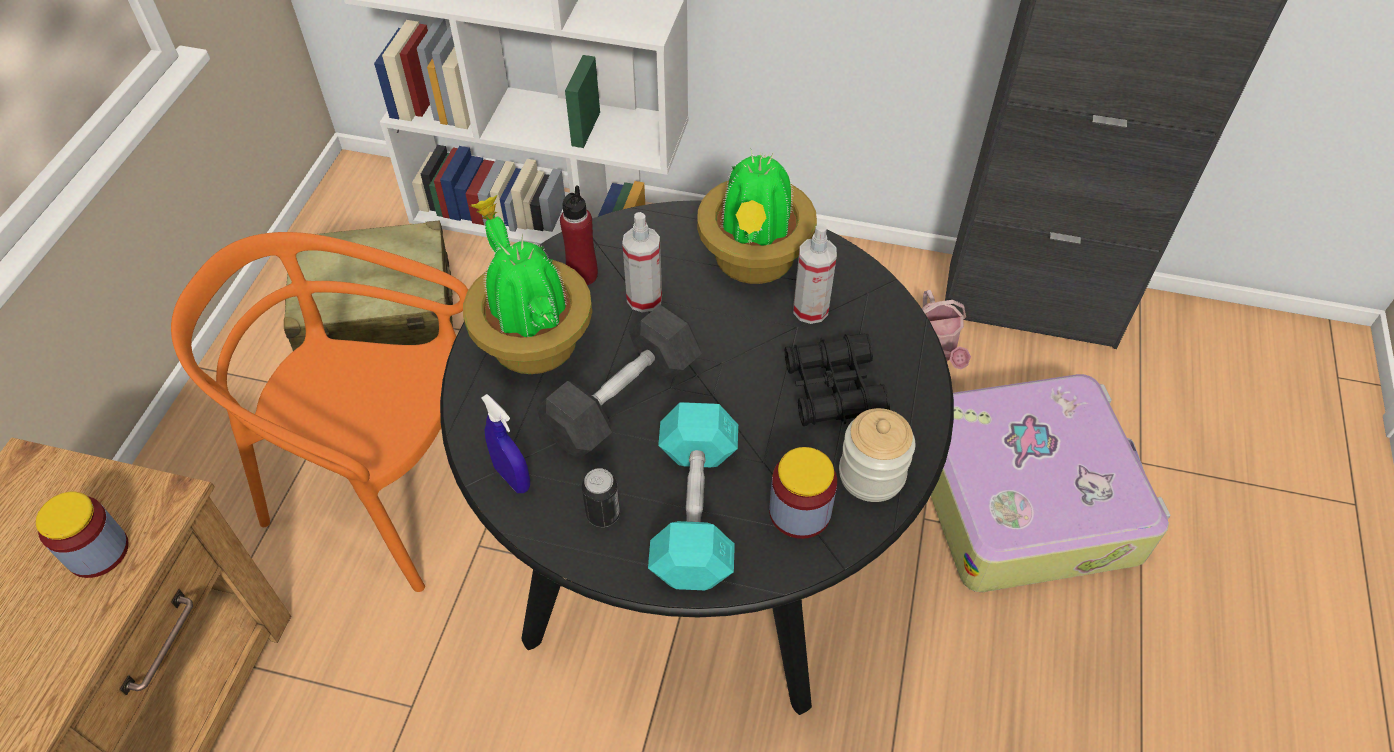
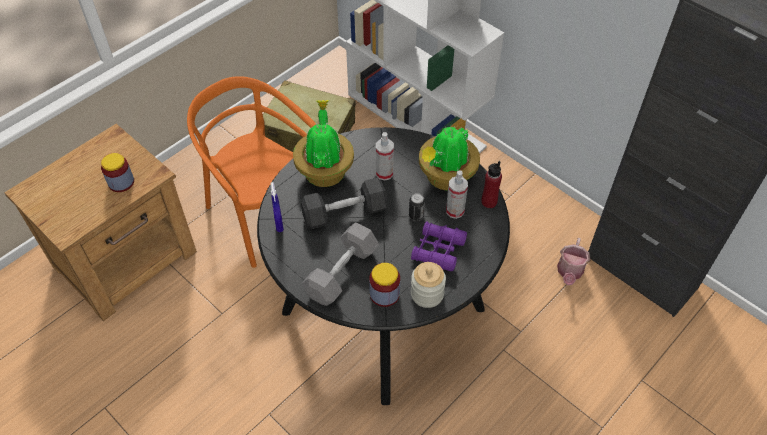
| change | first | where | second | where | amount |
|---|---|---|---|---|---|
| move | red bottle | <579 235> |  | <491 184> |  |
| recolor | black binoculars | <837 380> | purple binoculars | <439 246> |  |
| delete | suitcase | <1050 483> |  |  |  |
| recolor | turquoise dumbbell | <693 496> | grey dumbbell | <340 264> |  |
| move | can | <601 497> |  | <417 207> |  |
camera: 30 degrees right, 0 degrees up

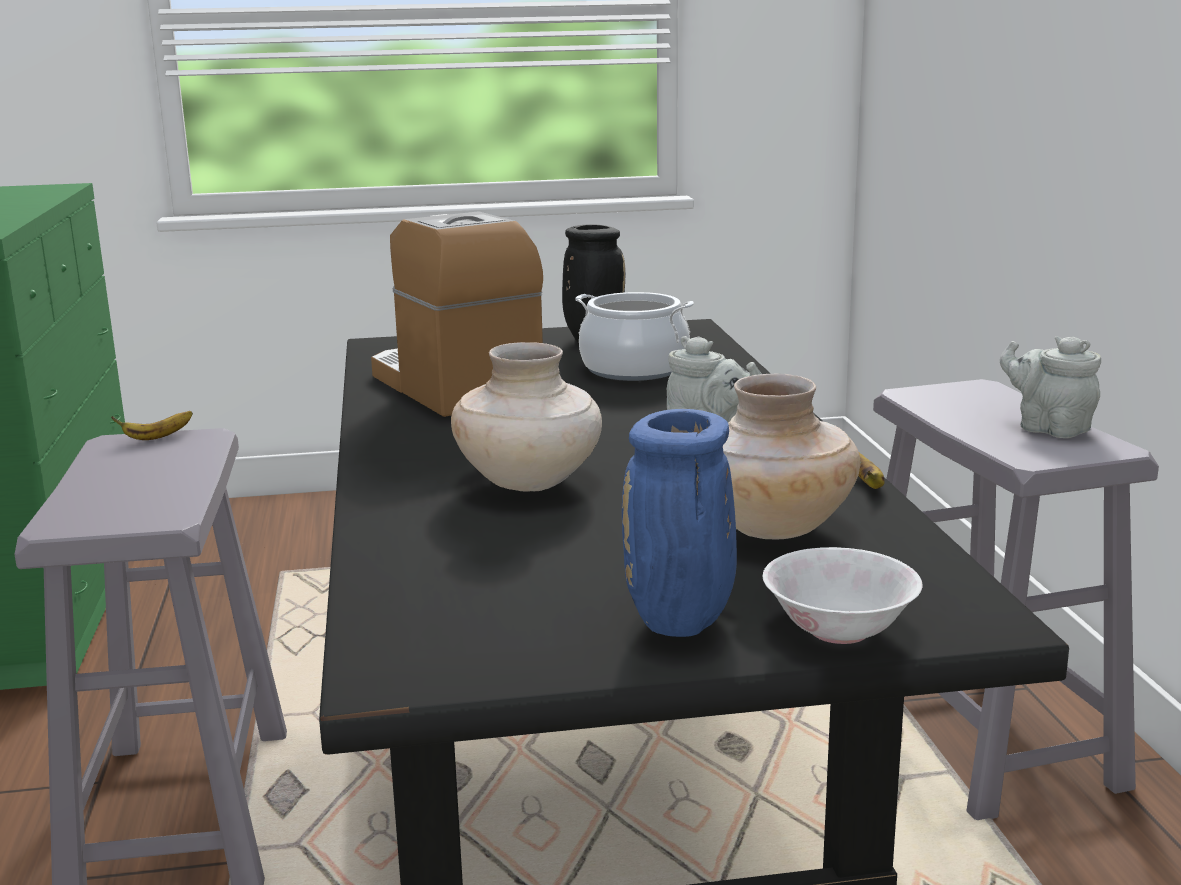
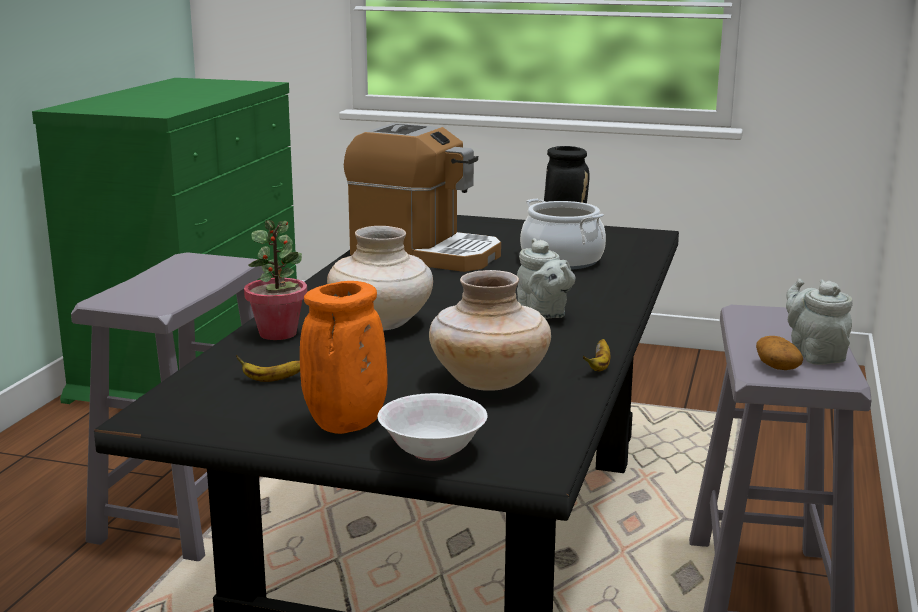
| change | first | where | second | where | amount |
|---|---|---|---|---|---|
| rotate | coffee machine | <457 314> |  | <422 197> | 120 degrees clockwise |
| recolor | blue vase | <679 523> | orange vase | <344 357> |  |
| move | banana | <152 425> |  | <268 368> |  |
| insert |  |  | potted plant | <275 280> |  |
| insert |  |  | potato | <779 353> |  |
camera: 25 degrees right, 0 degrees up

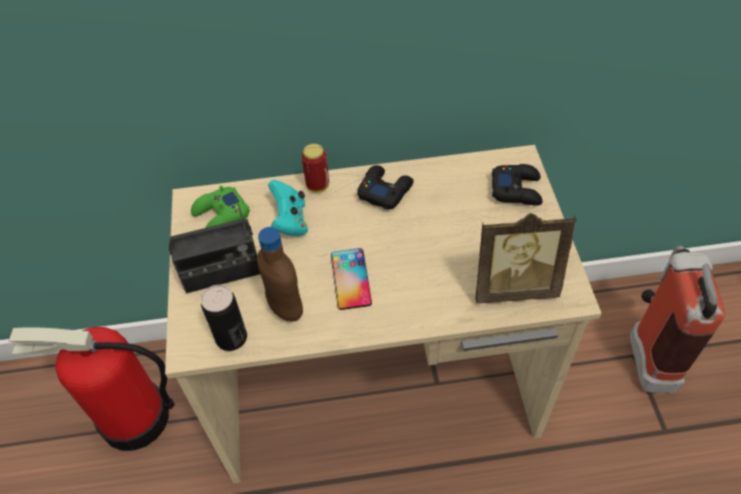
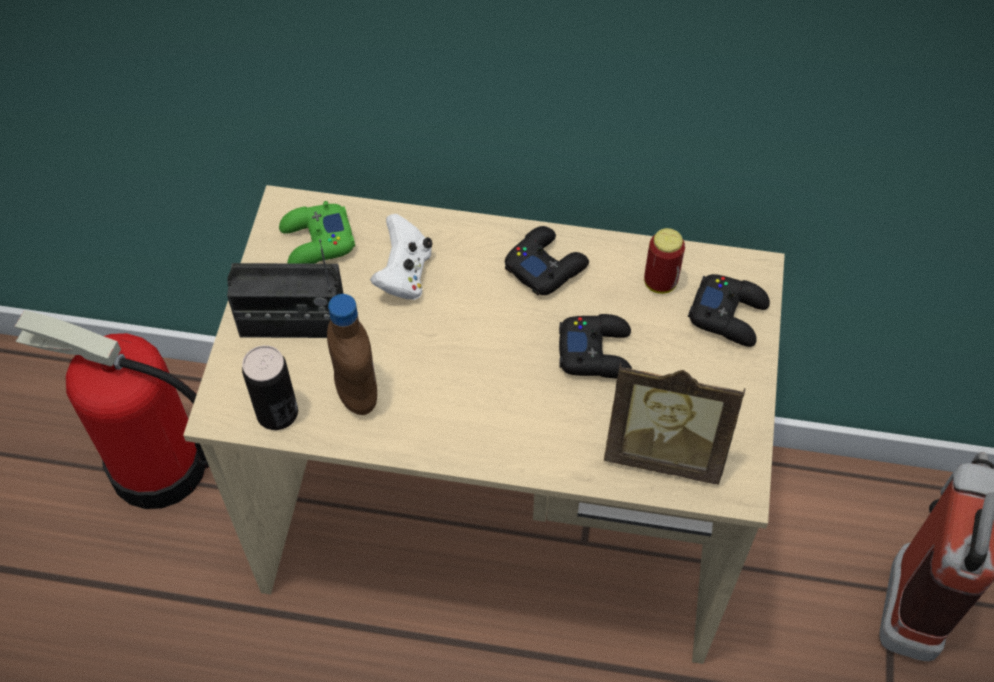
| change | first | where | second | where | amount |
|---|---|---|---|---|---|
| move | can | <315 168> |  | <664 261> |  |
| recolor | turquoise game controller | <288 208> | white game controller | <401 257> |  |
| delete | phone | <351 279> |  |  |  |
| insert |  |  | black game controller | <595 346> |  |
camera: 15 degrees right, 5 degrees up

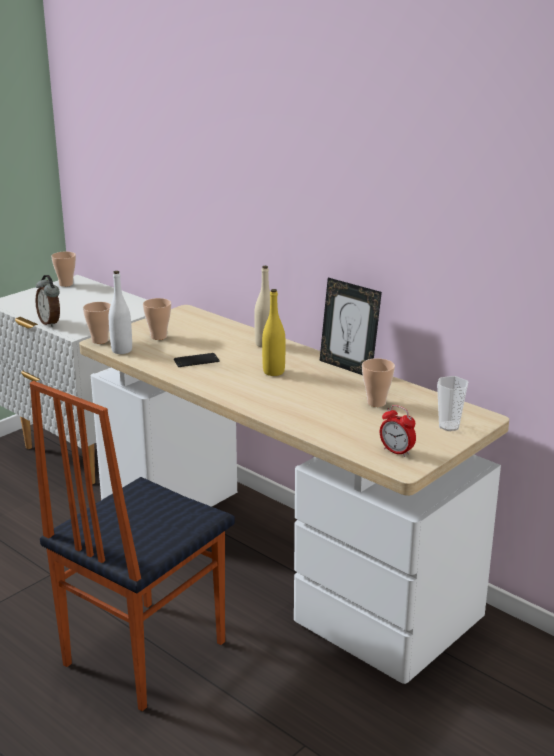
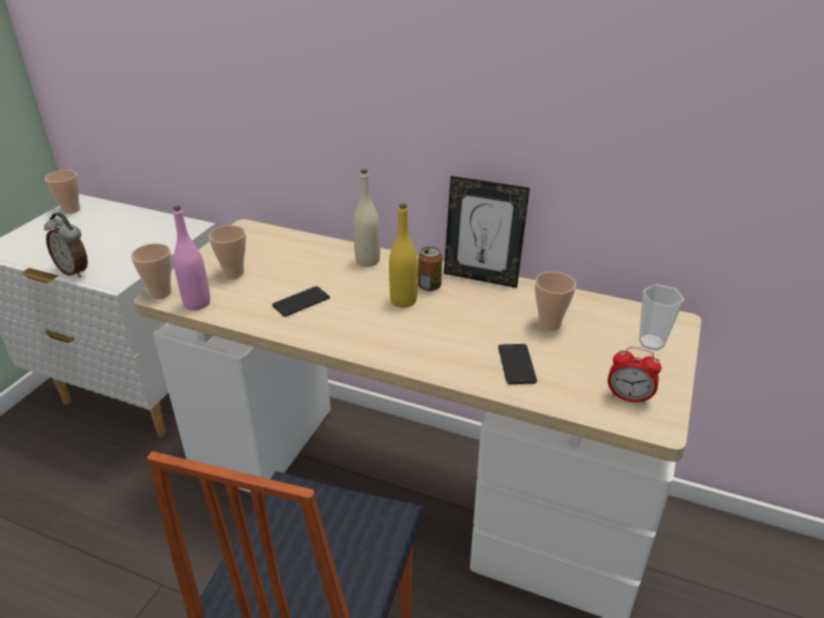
| change | first | where | second | where | amount |
|---|---|---|---|---|---|
| recolor | white bottle | <120 312> | pink bottle | <191 258> |  |
| insert |  |  | can | <430 268> |  |
| insert |  |  | phone | <517 364> |  |
camera: 20 degrees left, 10 degrees up

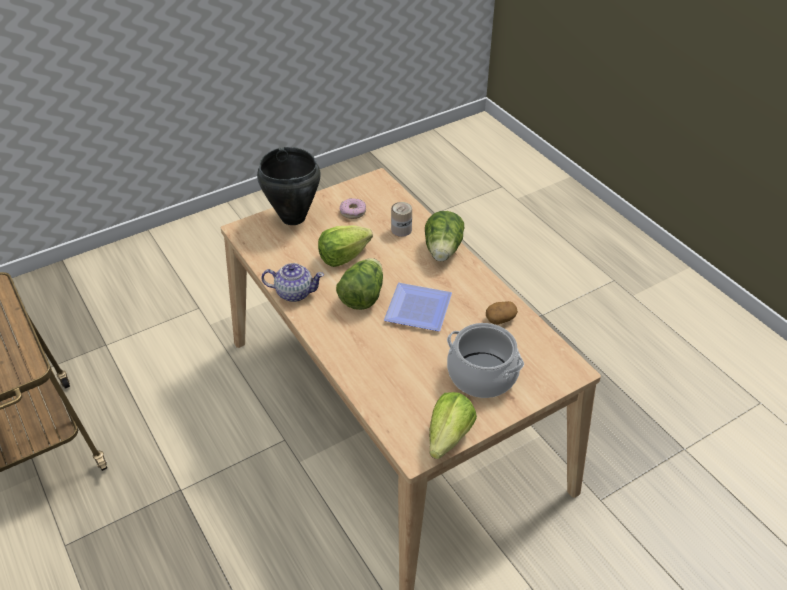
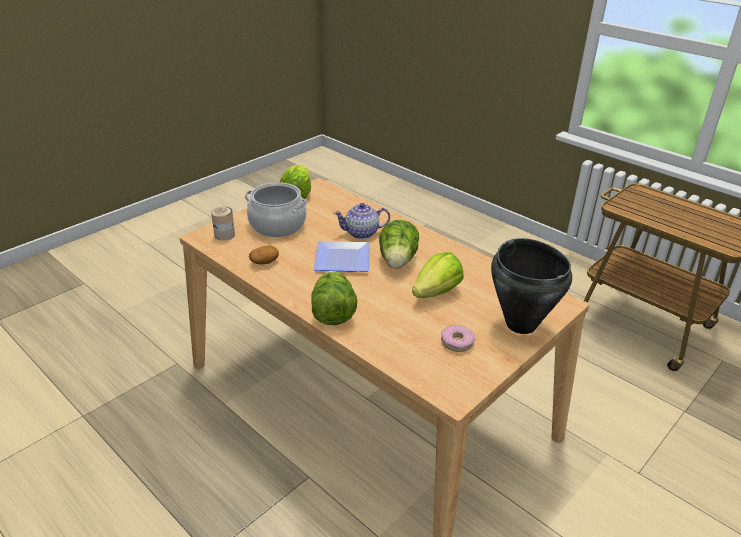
| change | first | where | second | where | amount |
|---|---|---|---|---|---|
| move | can | <401 219> |  | <223 224> |  |
| move | teapot | <292 282> |  | <361 221> |  |
camera: 165 degrees right, 10 degrees down

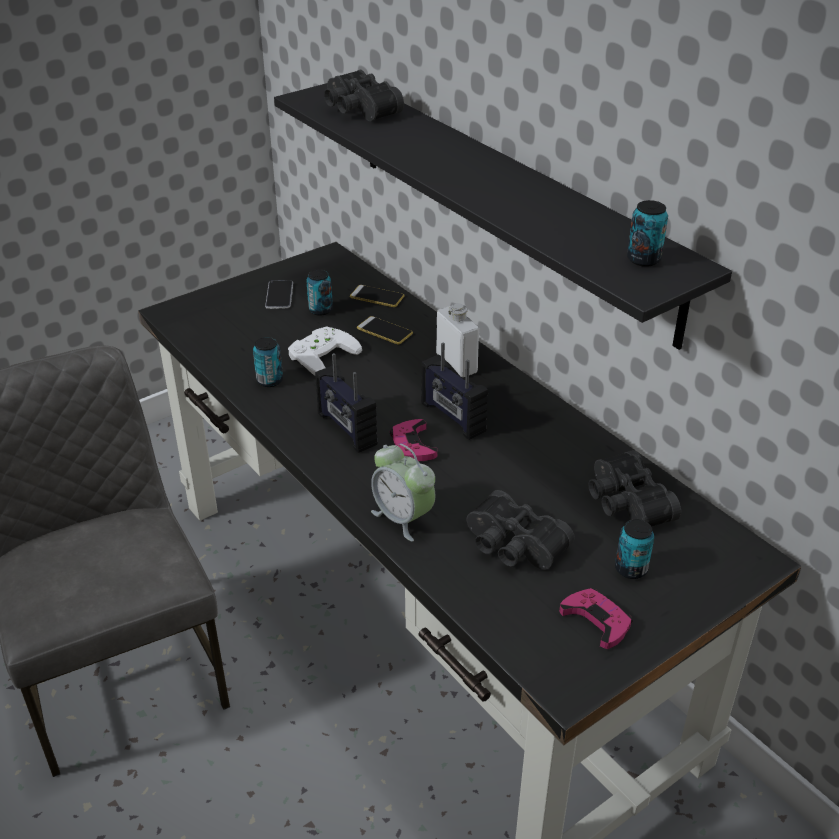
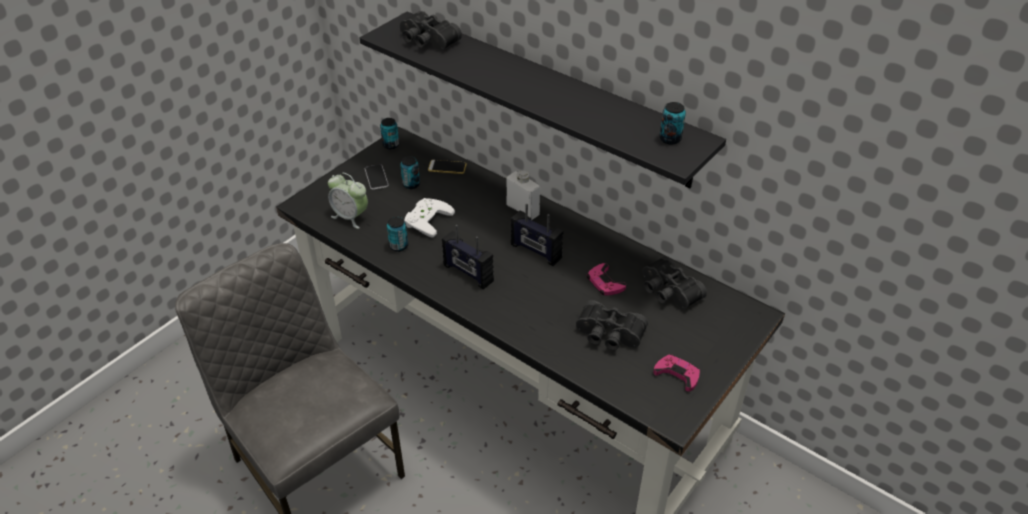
| change | first | where | second | where | amount |
|---|---|---|---|---|---|
| delete | phone | <385 330> |  |  |  |
| move | pink game controller | <413 440> |  | <606 279> |  |
| move | alarm clock | <403 493> |  | <348 201> |  |
| move | can | <634 549> |  | <389 133> |  |
camera: 15 degrees left, 5 degrees up

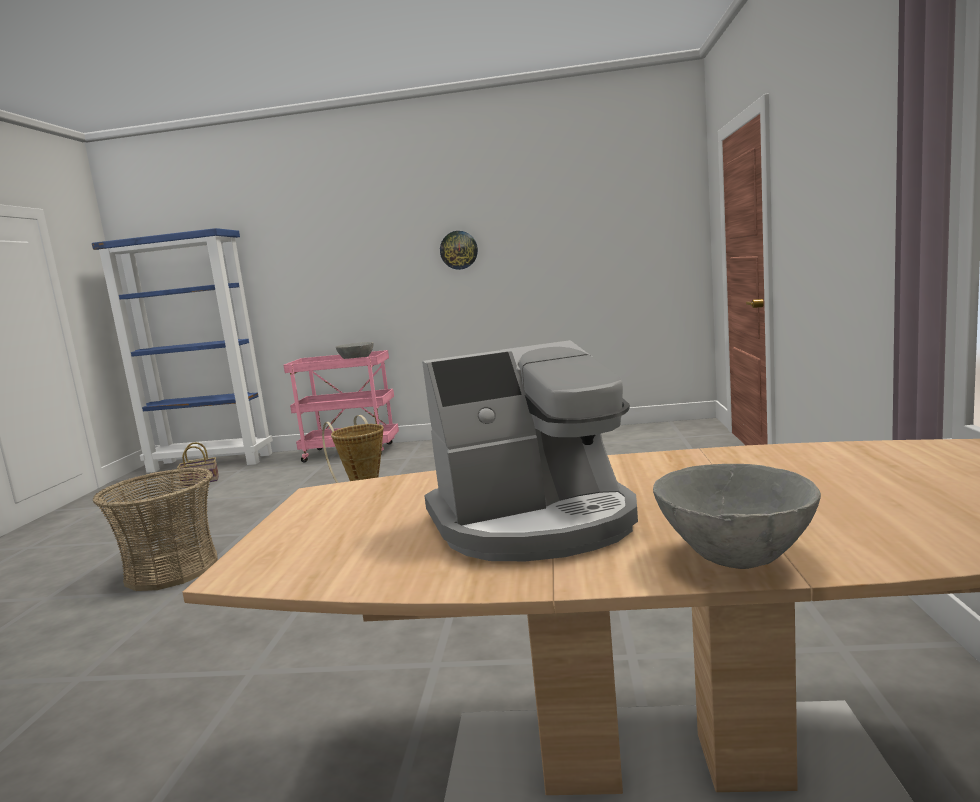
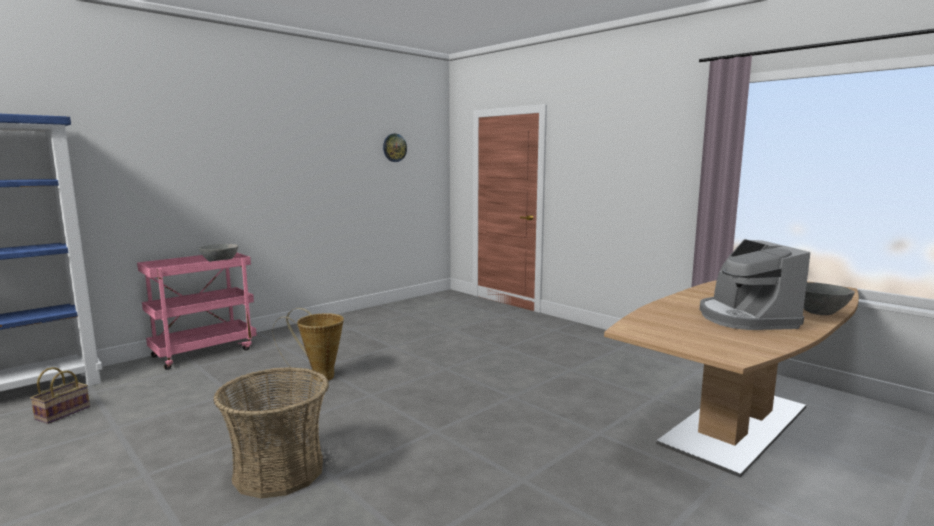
| change | first | where | second | where | amount |
|---|---|---|---|---|---|
| move | wall clock | <459 250> |  | <395 148> |  |
| rotate | coffee machine | <530 450> |  | <754 284> | 150 degrees clockwise |
camera: 50 degrees left, 0 degrees up

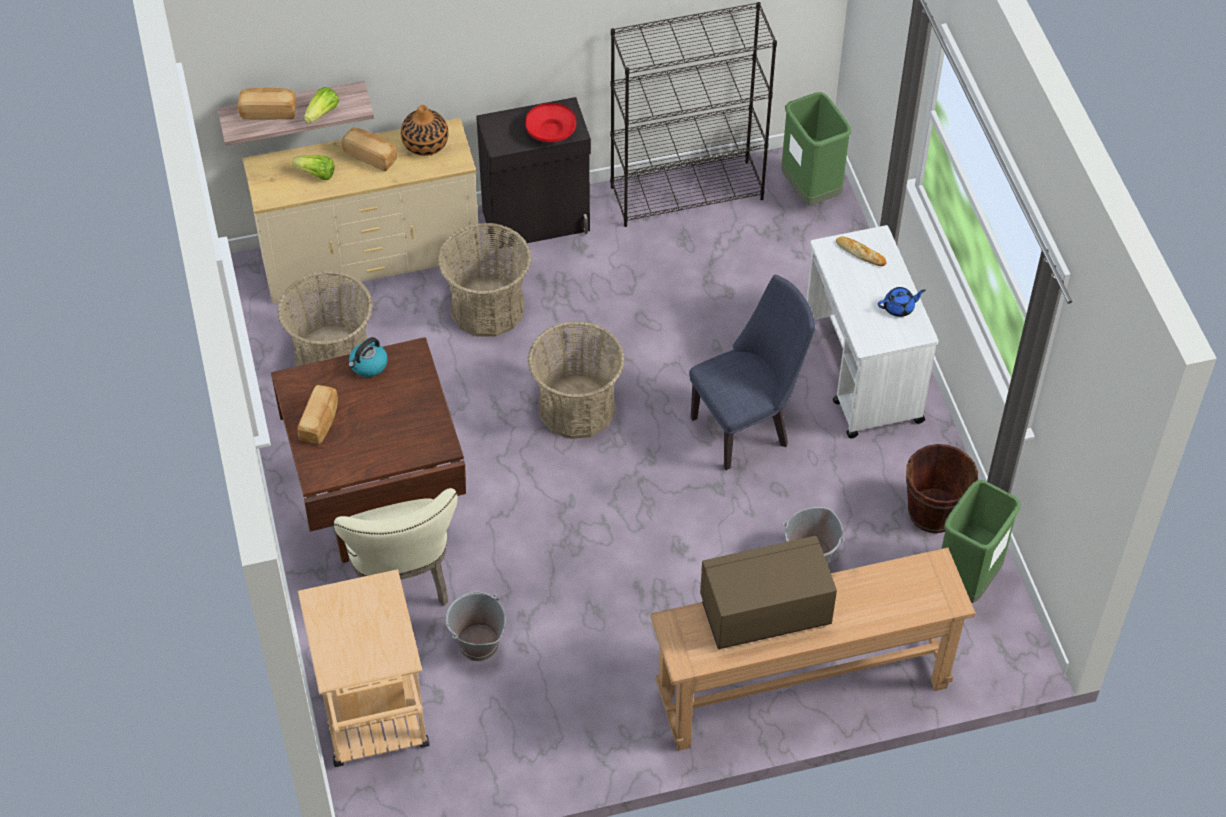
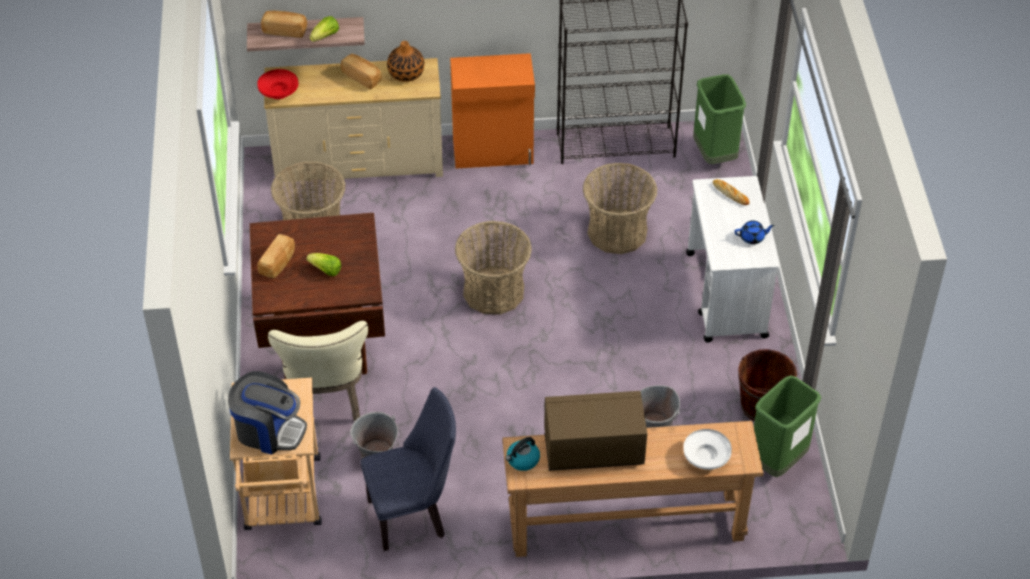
| change | first | where | second | where | amount |
|---|---|---|---|---|---|
| recolor | black cabinet | <533 173> | orange cabinet | <492 111> |  |
| move | red bowl | <550 122> |  | <277 84> |  |
| move | lettuce | <313 167> |  | <323 264> |  |
| move | basket | <484 280> |  | <620 208> |  |
| move | blue chair | <752 372> |  | <408 469> |  |
| move | kettle | <368 357> |  | <523 454> |  |
| insert |  |  | coffee machine | <267 413> |  |
| insert |  |  | white bowl | <707 449> |  |
camera: 10 degrees right, 5 degrees down

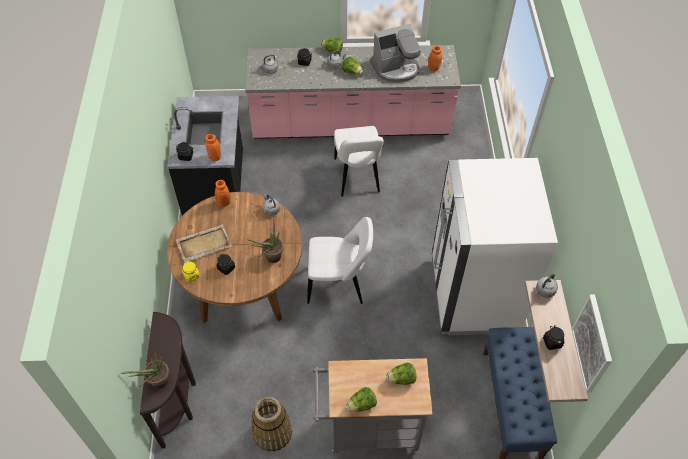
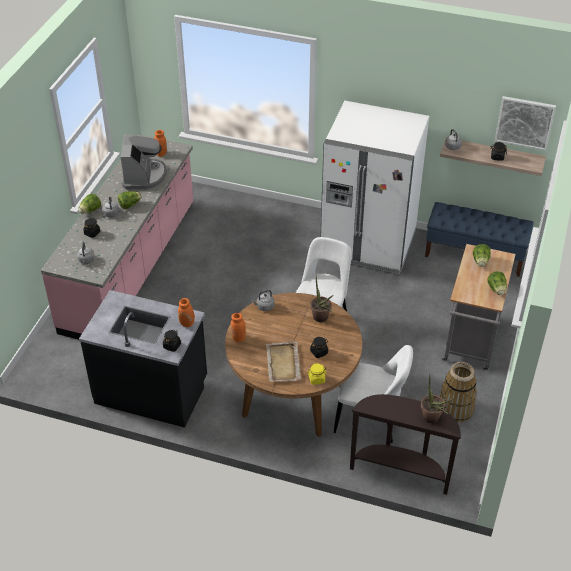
| change | first | where | second | where | amount |
|---|---|---|---|---|---|
| move | white chair | <359 161> |  | <373 394> |  |
camera: 70 degrees left, 10 degrees down

